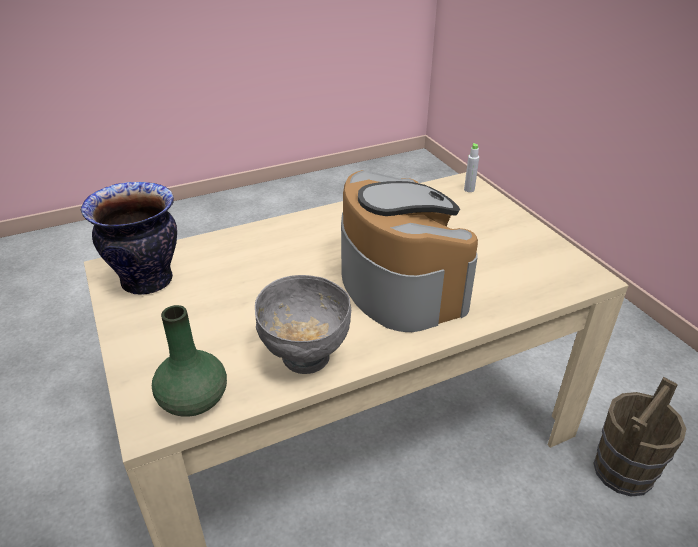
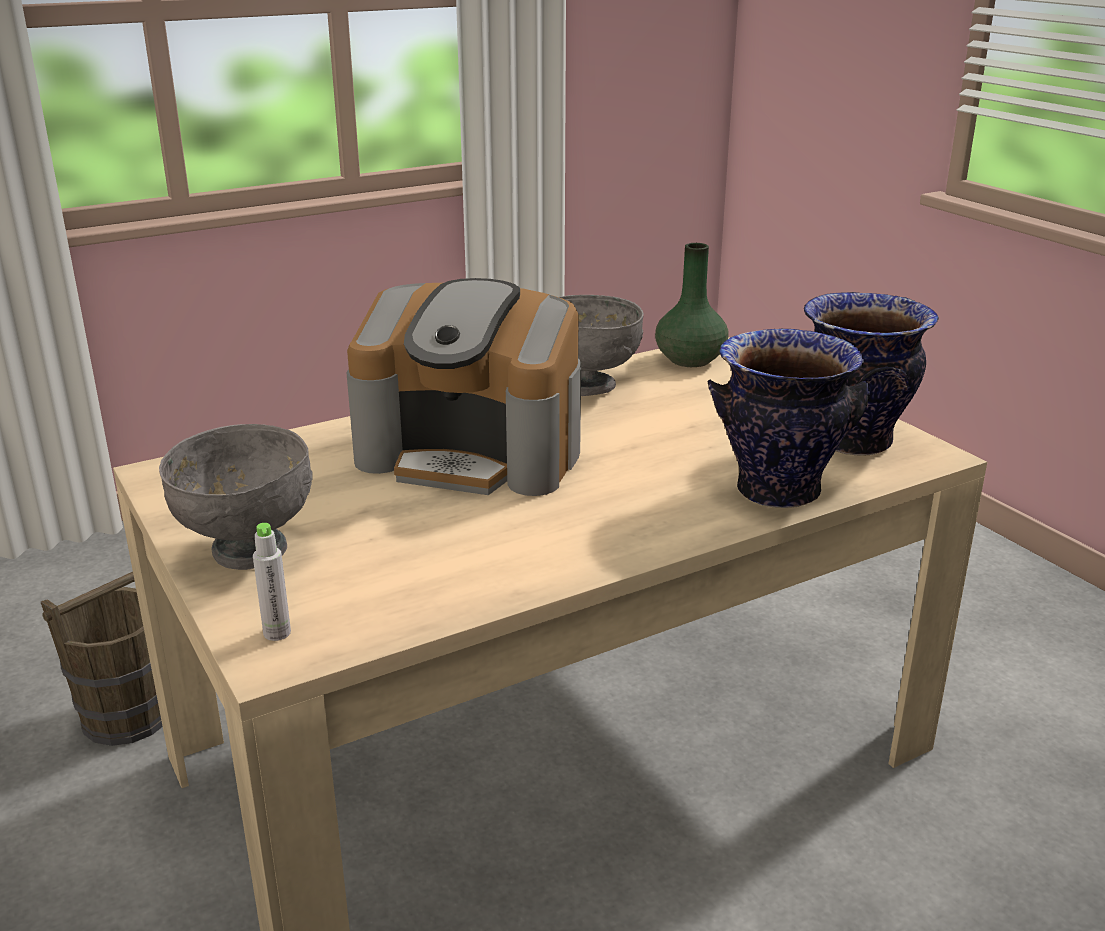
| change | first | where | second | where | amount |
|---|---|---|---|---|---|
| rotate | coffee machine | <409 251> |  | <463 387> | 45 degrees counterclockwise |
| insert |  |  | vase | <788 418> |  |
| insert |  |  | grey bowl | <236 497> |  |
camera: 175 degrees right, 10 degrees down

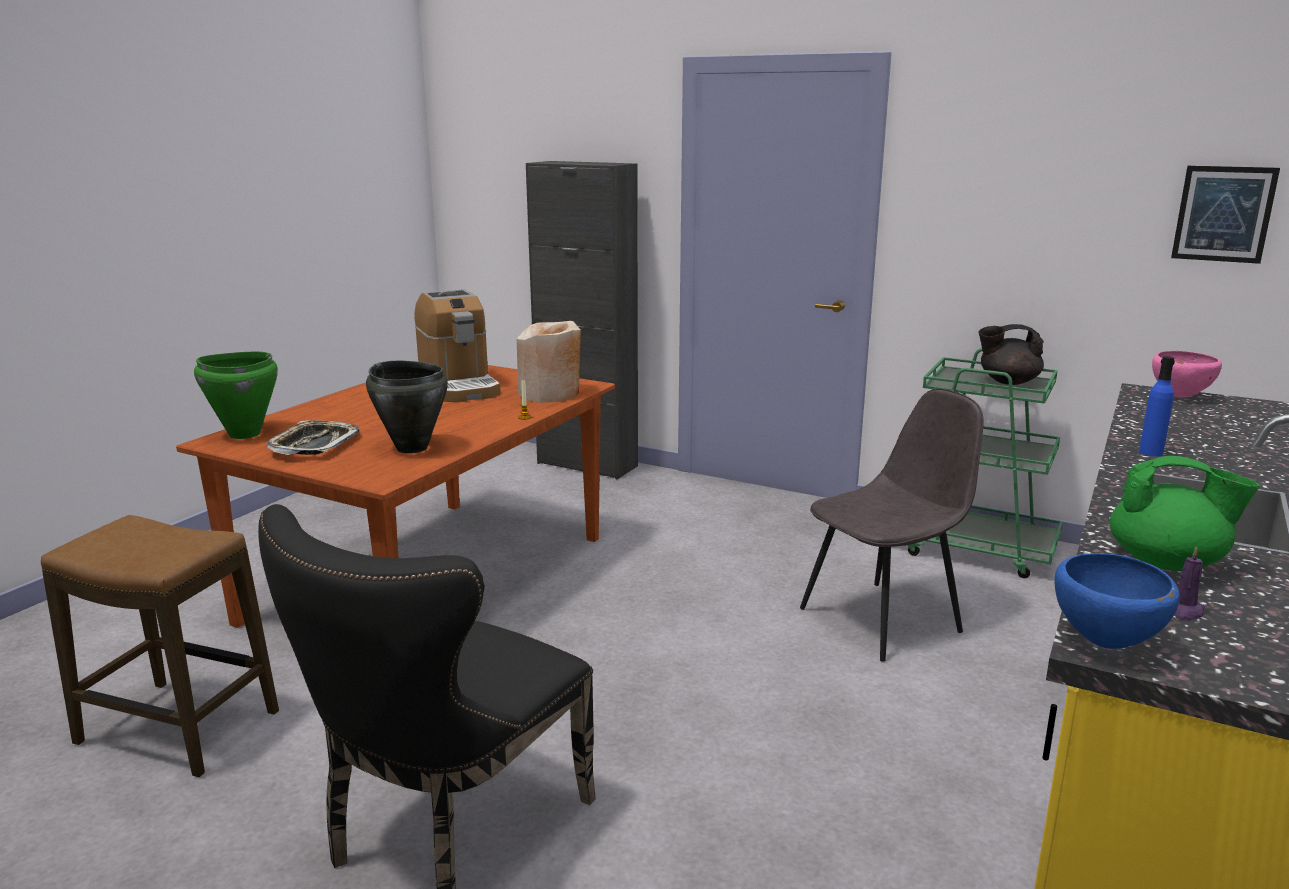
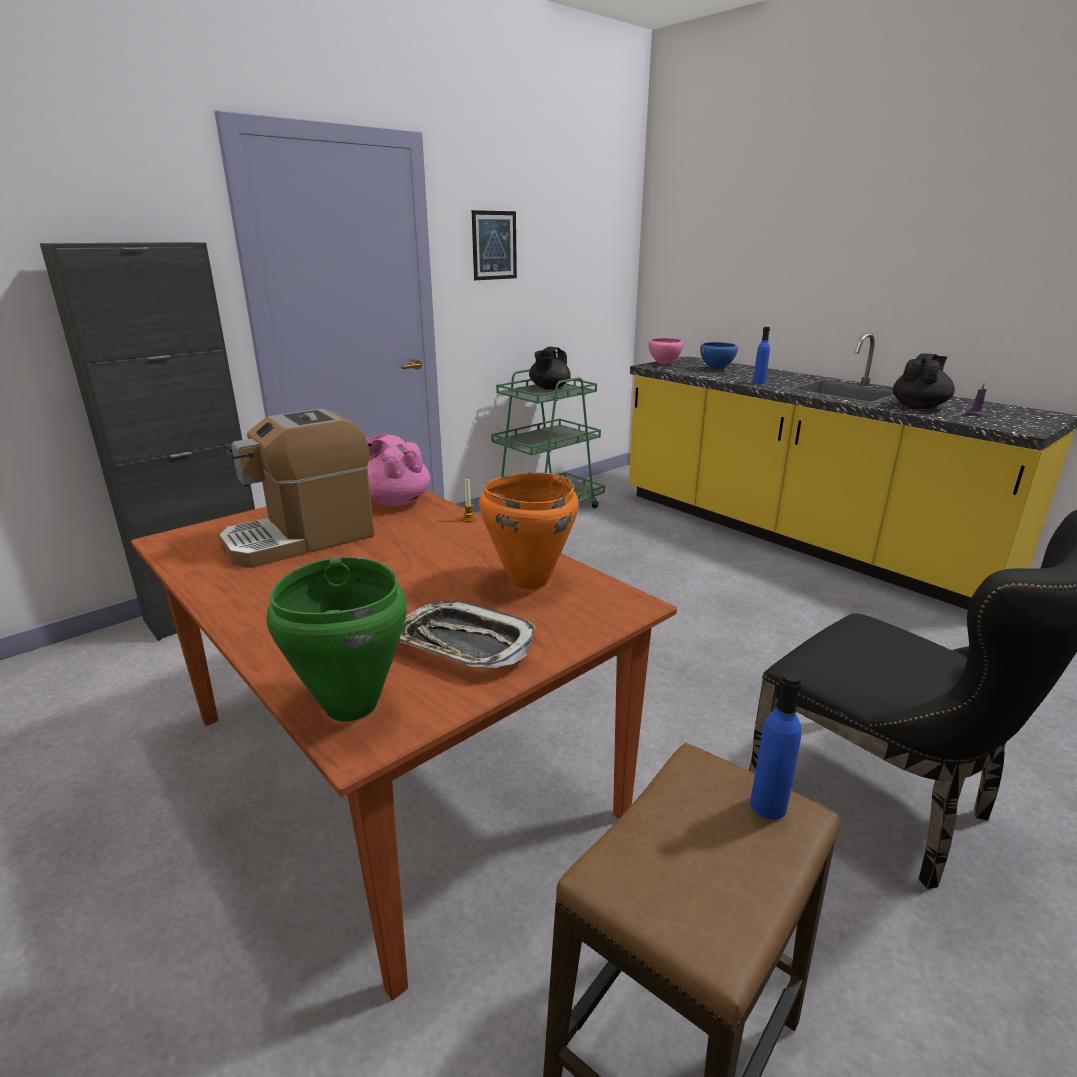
| change | first | where | second | where | amount |
|---|---|---|---|---|---|
| move | picture | <1225 215> |  | <494 245> |  |
| rotate | coffee machine | <457 345> |  | <297 488> | 150 degrees clockwise |
| replace | beige vase | <549 362> | pink teapot | <398 470> |  |
| recolor | black cooking pot | <407 407> | orange cooking pot | <529 531> |  |
| delete | grey chair | <892 525> |  |  |  |
| recolor | green teapot | <1185 513> | black teapot | <924 381> |  |
| move | blue bowl | <1117 601> |  | <719 356> |  |
| insert |  |  | blue bottle | <776 745> |  |
camera: 70 degrees left, 5 degrees up

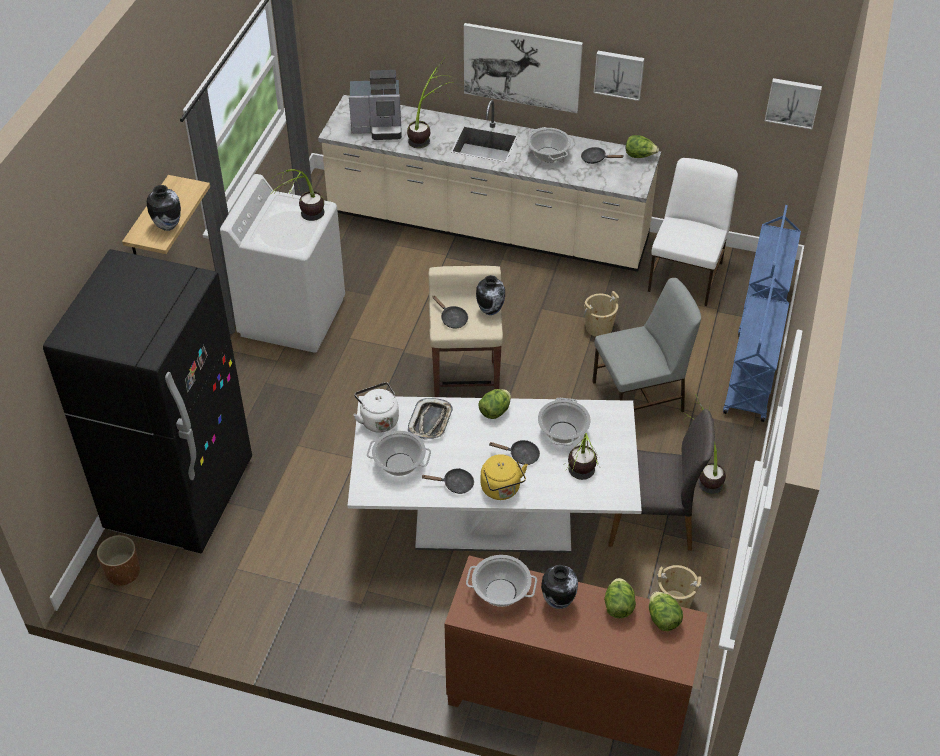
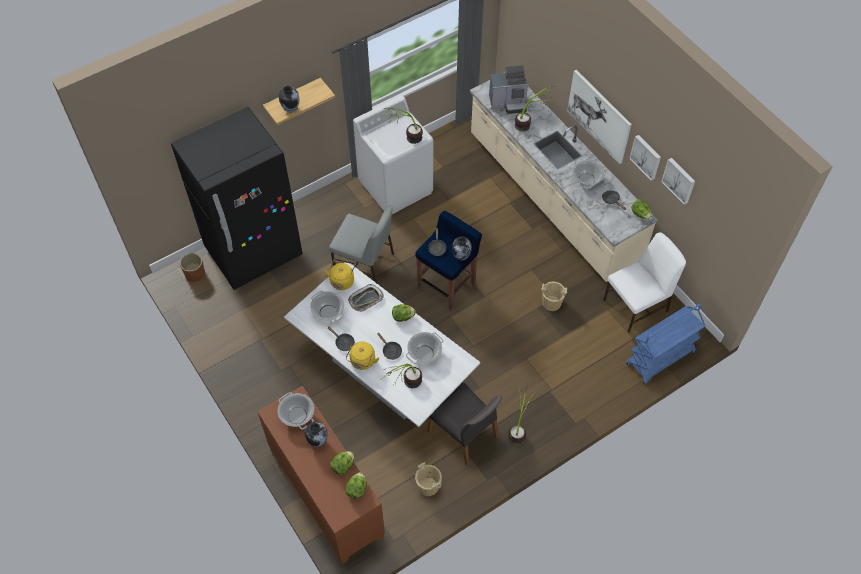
| change | first | where | second | where | amount |
|---|---|---|---|---|---|
| rotate | coffee machine | <375 105> |  | <508 89> | 45 degrees counterclockwise |
| move | picture | <793 103> |  | <678 181> |  |
| recolor | beige stool | <465 331> | blue stool | <448 260> |  |
| delete | blue cart | <756 349> |  |  |  |
| move | grey chair | <646 345> |  | <361 244> |  |
| recolor | white kettle | <376 407> | yellow kettle | <340 274> |  |
camera: 40 degrees right, 10 degrees up

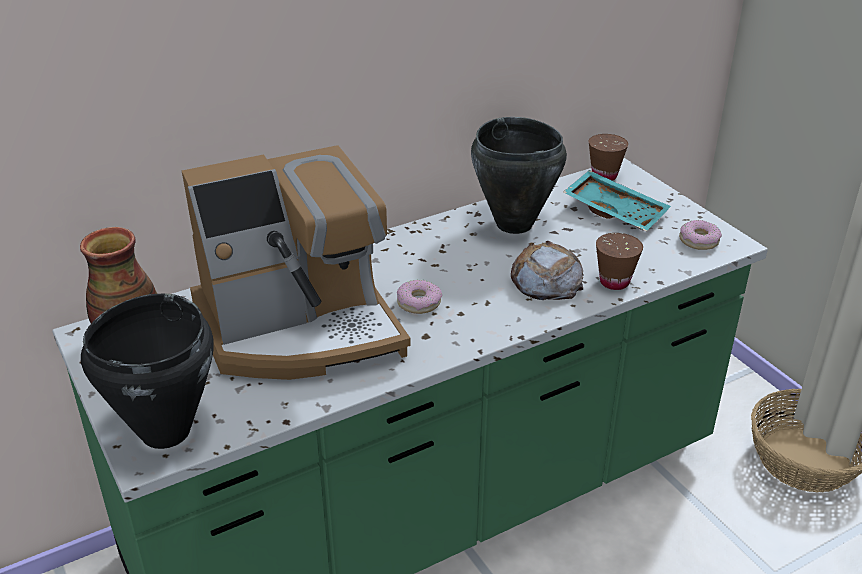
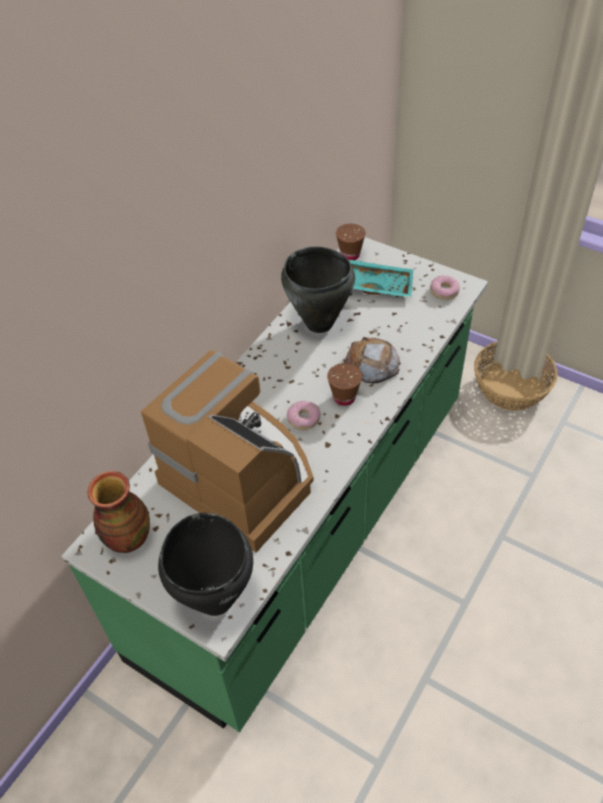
| change | first | where | second | where | amount |
|---|---|---|---|---|---|
| rotate | coffee machine | <296 262> |  | <227 451> | 90 degrees counterclockwise |
| move | brown cup | <619 261> |  | <344 384> |  |
camera: 25 degrees left, 15 degrees up

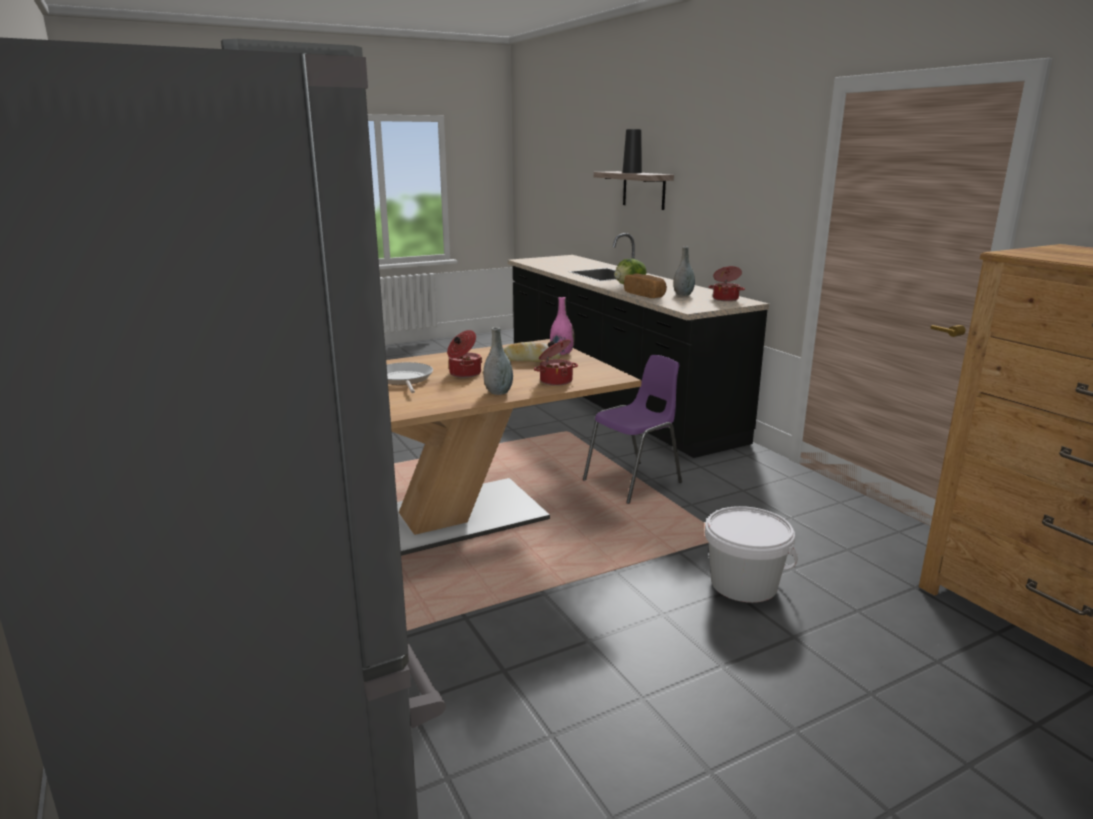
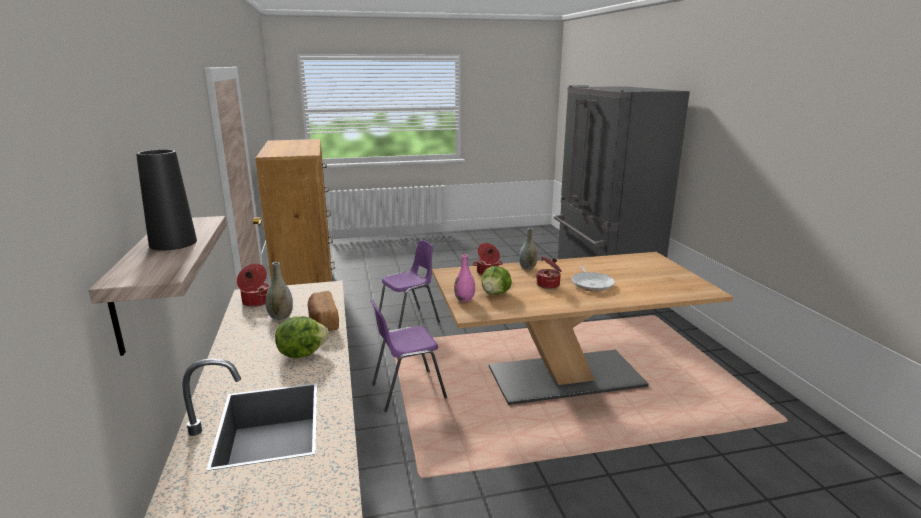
| change | first | where | second | where | amount |
|---|---|---|---|---|---|
| replace | bread | <532 352> | lettuce | <496 280> |  |
| replace | white bucket | <751 554> | purple chair | <409 284> |  |
camera: 165 degrees left, 0 degrees up

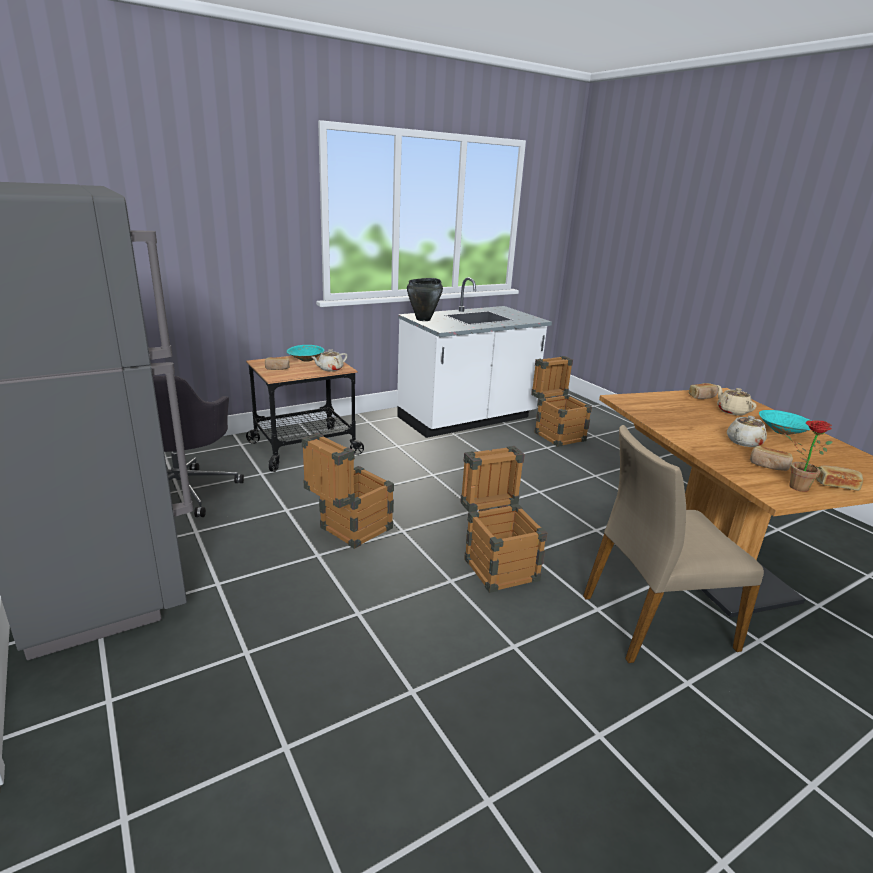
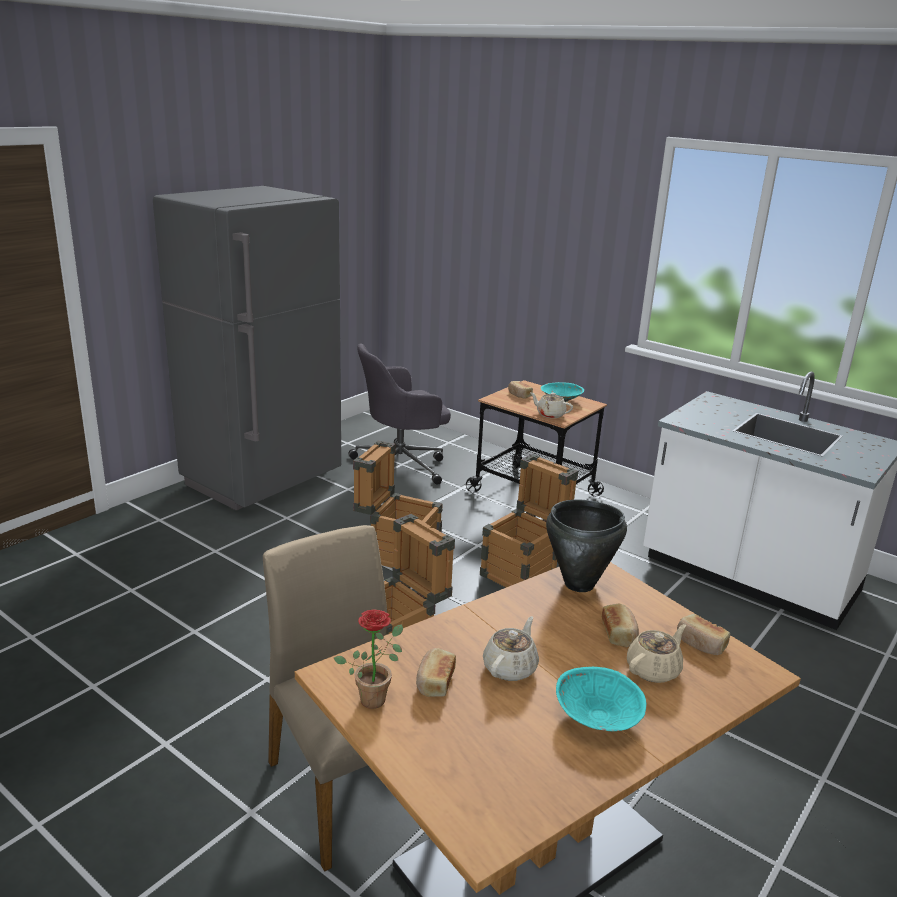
| change | first | where | second | where | amount |
|---|---|---|---|---|---|
| move | black cooking pot | <425 299> |  | <586 546> |  |
| move | crate | <561 401> |  | <529 520> |  |
| rotate | beige teapot | <747 431> |  | <511 648> | 90 degrees clockwise |
| move | bread | <839 478> |  | <620 625> |  |
camera: 70 degrees right, 0 degrees up

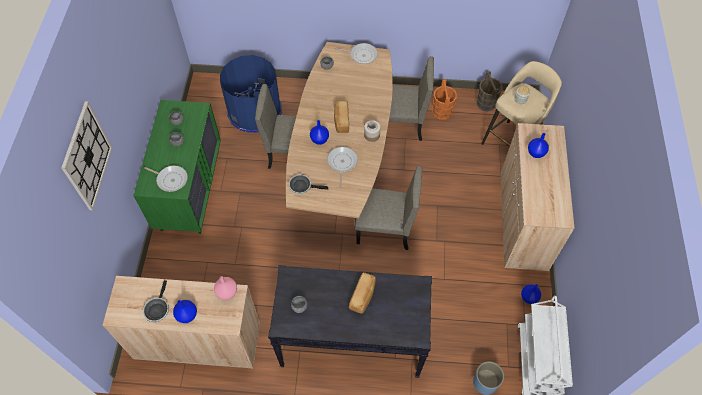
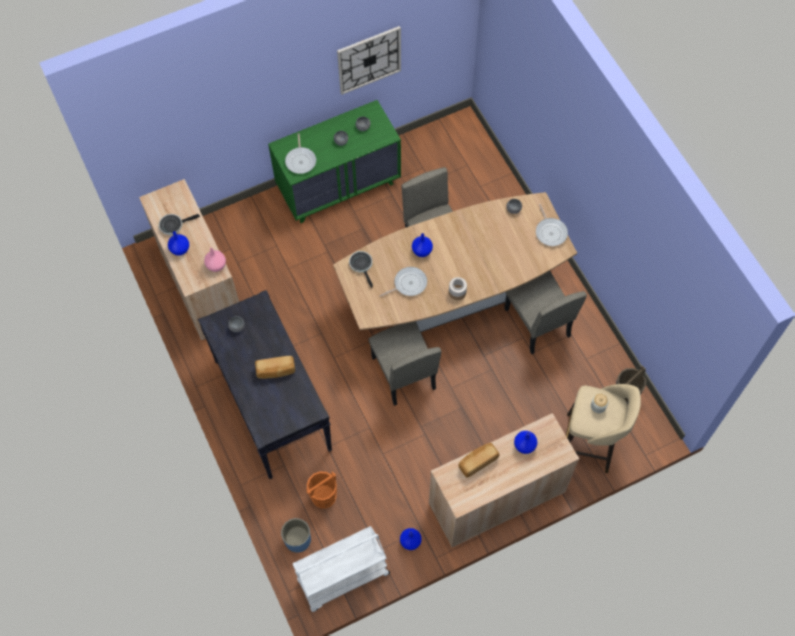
| change | first | where | second | where | amount |
|---|---|---|---|---|---|
| delete | blue trash can | <251 94> |  |  |  |
| move | orange bucket | <445 99> |  | <321 490> |  |
| move | wall clock | <87 155> |  | <369 60> |  |
| move | bread | <341 117> |  | <479 460> |  |
camera: 60 degrees right, 5 degrees up

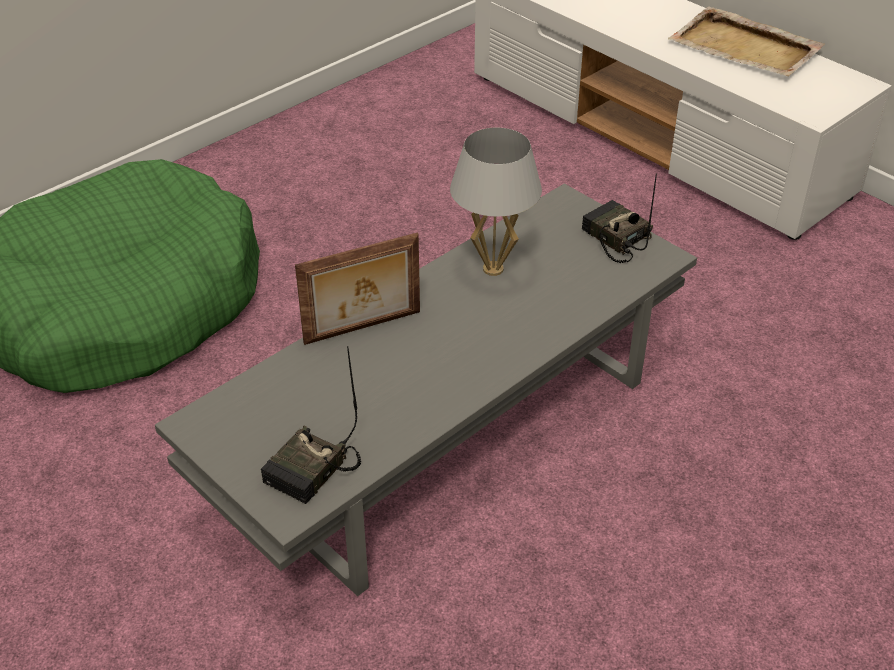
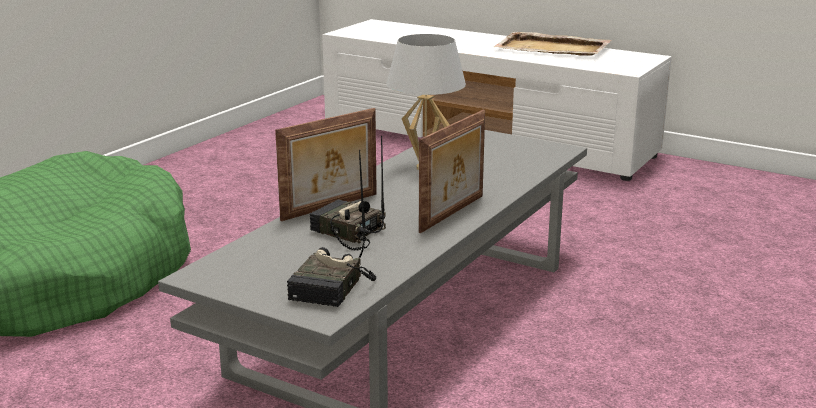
| change | first | where | second | where | amount |
|---|---|---|---|---|---|
| move | radio | <619 218> |  | <348 193> |  |
| insert |  |  | picture frame | <452 171> |  |
camera: 15 degrees left, 20 degrees down

